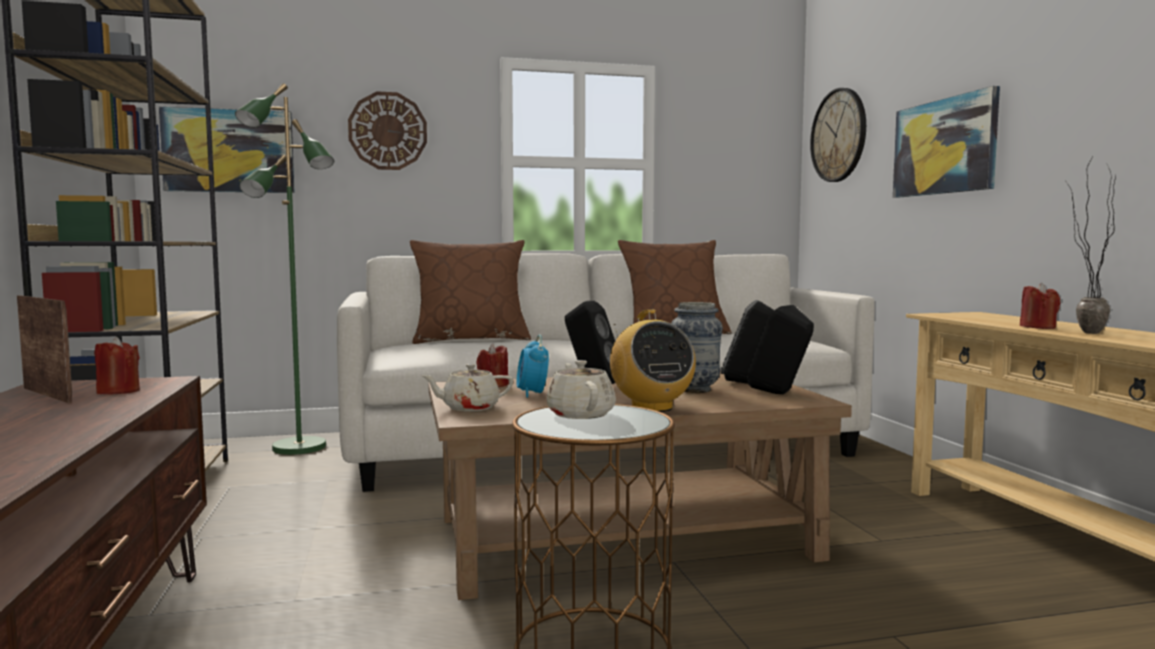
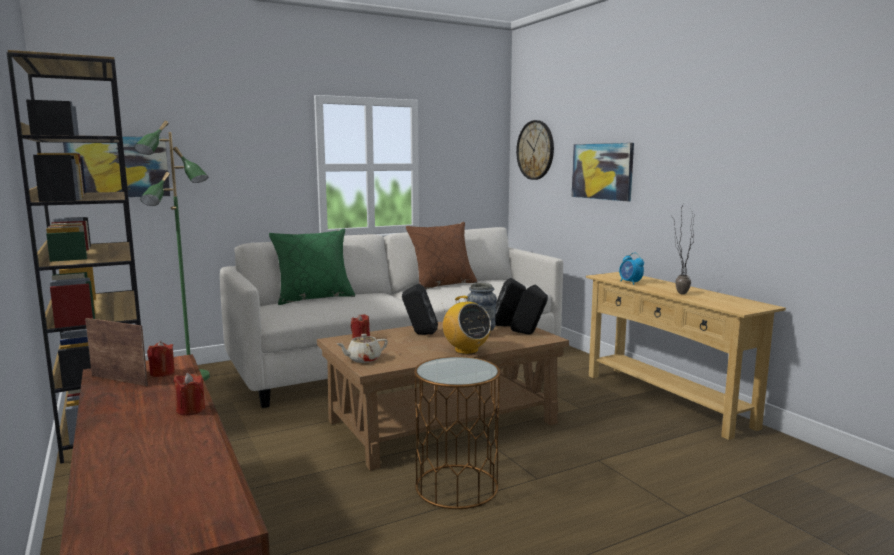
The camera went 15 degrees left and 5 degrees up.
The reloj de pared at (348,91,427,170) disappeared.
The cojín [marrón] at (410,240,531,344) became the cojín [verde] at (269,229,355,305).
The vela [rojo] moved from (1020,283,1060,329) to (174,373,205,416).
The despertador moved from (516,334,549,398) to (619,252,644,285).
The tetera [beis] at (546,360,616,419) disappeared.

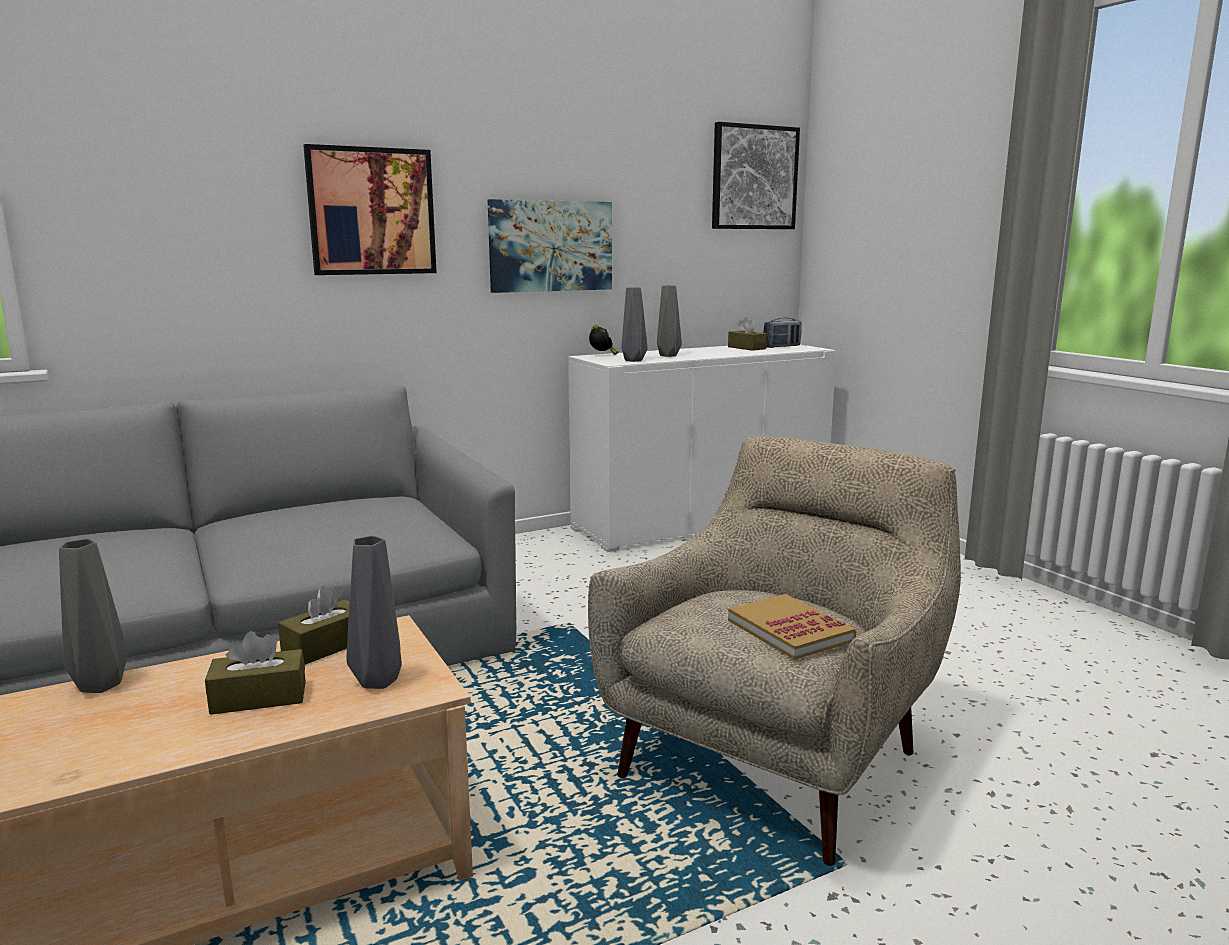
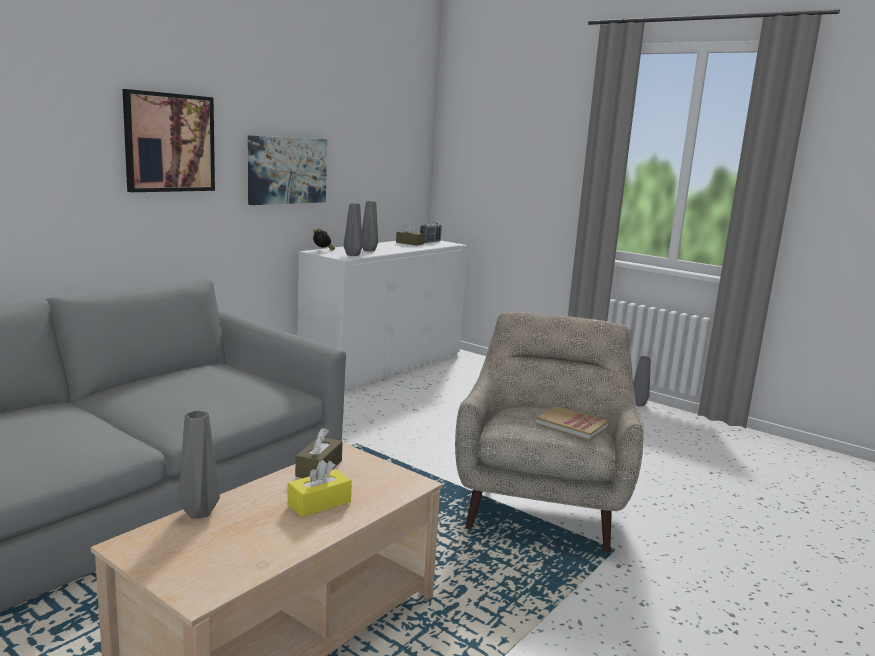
The camera went 25 degrees left and 0 degrees up.
The cuadro at (712,122,800,229) disappeared.
The florero [gris] moved from (346,536,402,689) to (633,356,651,406).
The caja de pañuelos [marrón] at (205,631,306,715) became the caja de pañuelos [amarillo] at (287,460,352,517).

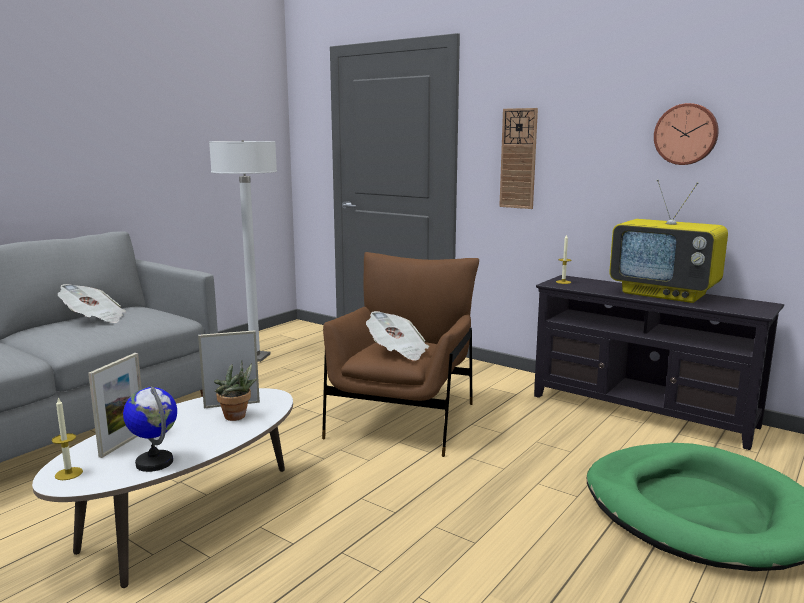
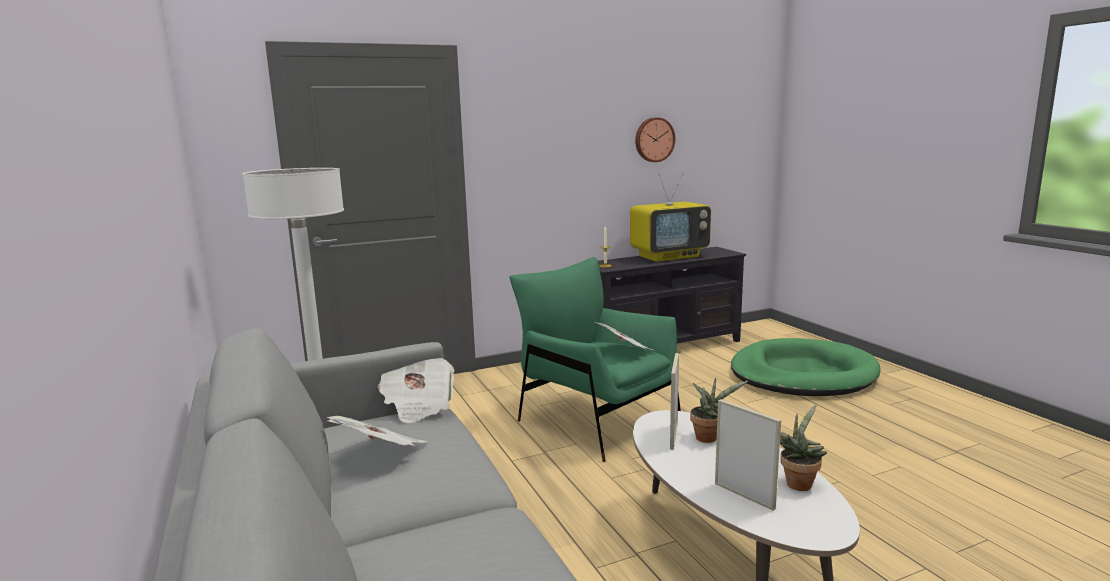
The camera went 60 degrees left and 0 degrees up.
The reloj de pared at (499,108,538,209) disappeared.
The sillón [marrón] at (322,252,479,457) became the sillón [verde] at (509,257,681,462).
The globo terráqueo at (123,386,177,472) was replaced by the planta en maceta at (780,404,827,491).
The vela at (52,397,83,480) disappeared.
The periódico at (378,358,454,423) appeared.

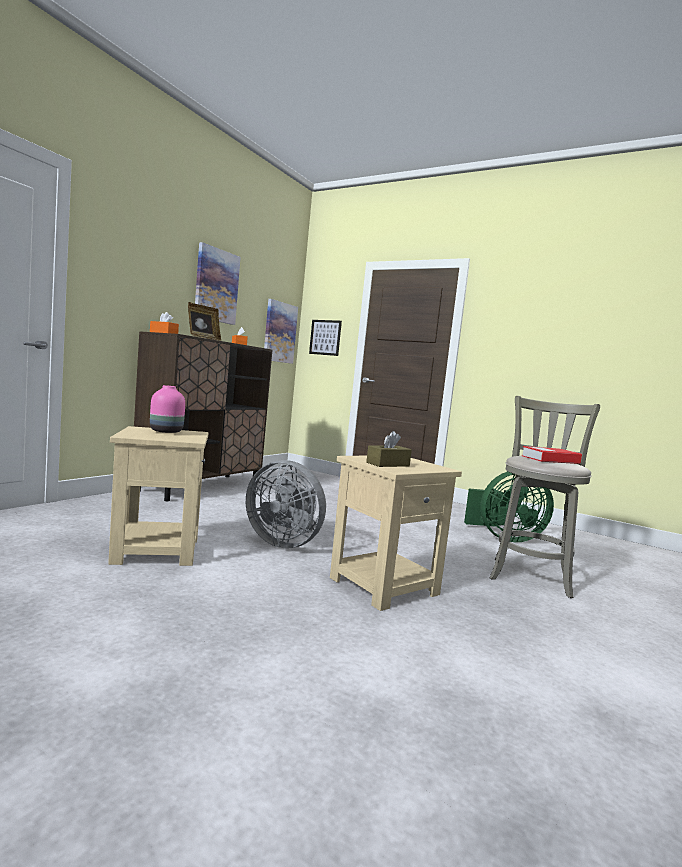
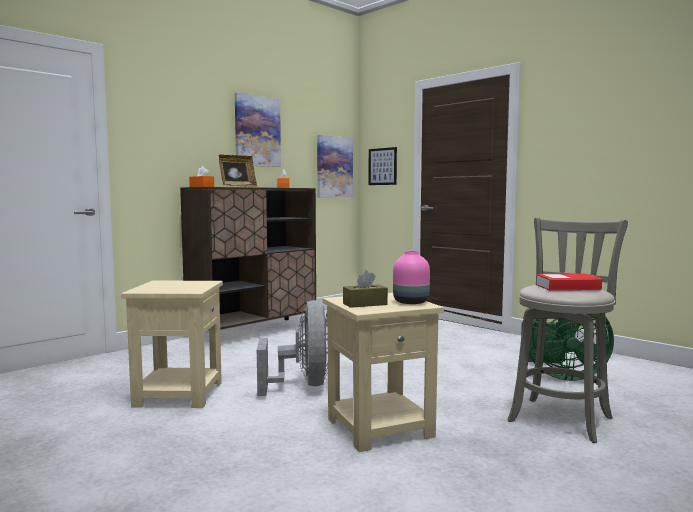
The camera went 15 degrees right and 0 degrees up.
The florero [rosa] moved from (150,385,185,433) to (393,251,430,304).
The ventilador [gris] at (246,460,326,548) turned 135 degrees counterclockwise.

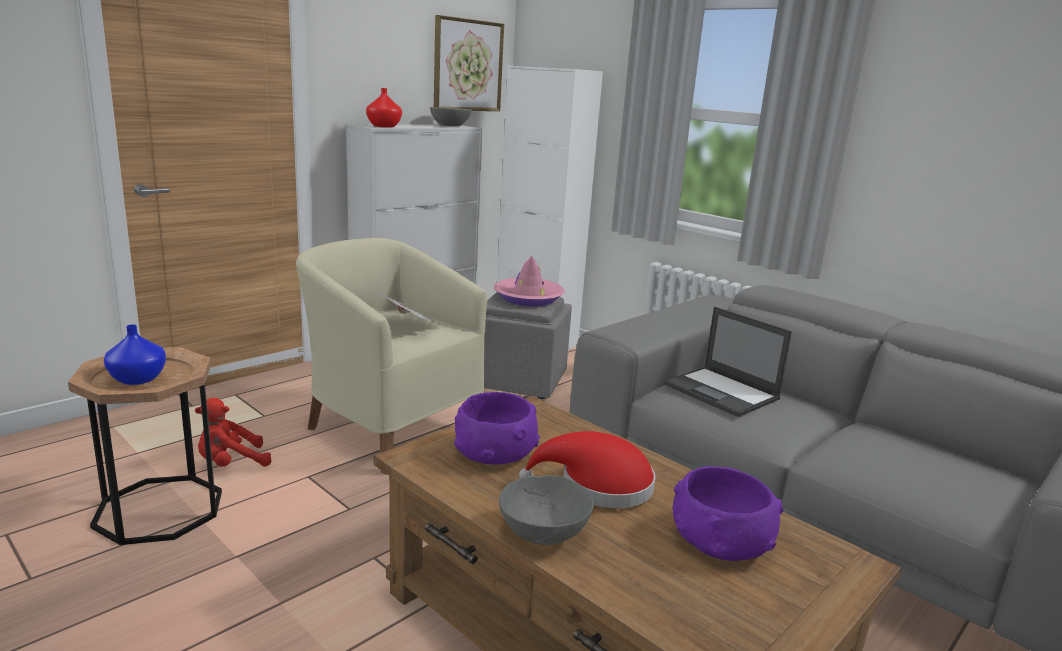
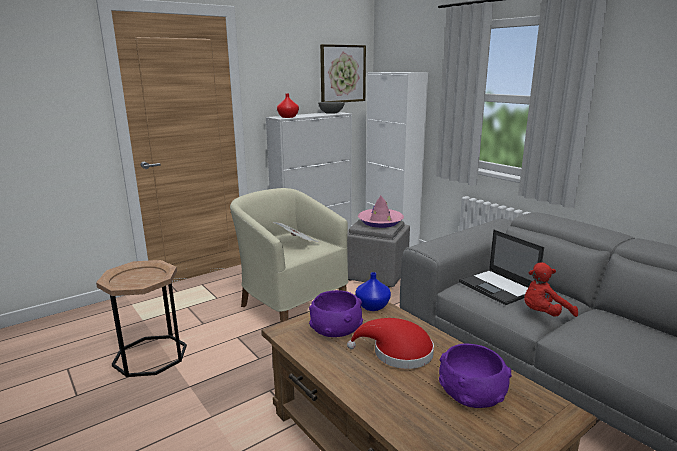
The camera went 10 degrees right and 0 degrees up.
The florero [azul] moved from (104,324,166,385) to (355,272,391,311).
The peluche [rojo] moved from (195,398,271,467) to (524,263,578,317).
The cuenco [gris] at (499,475,594,545) disappeared.

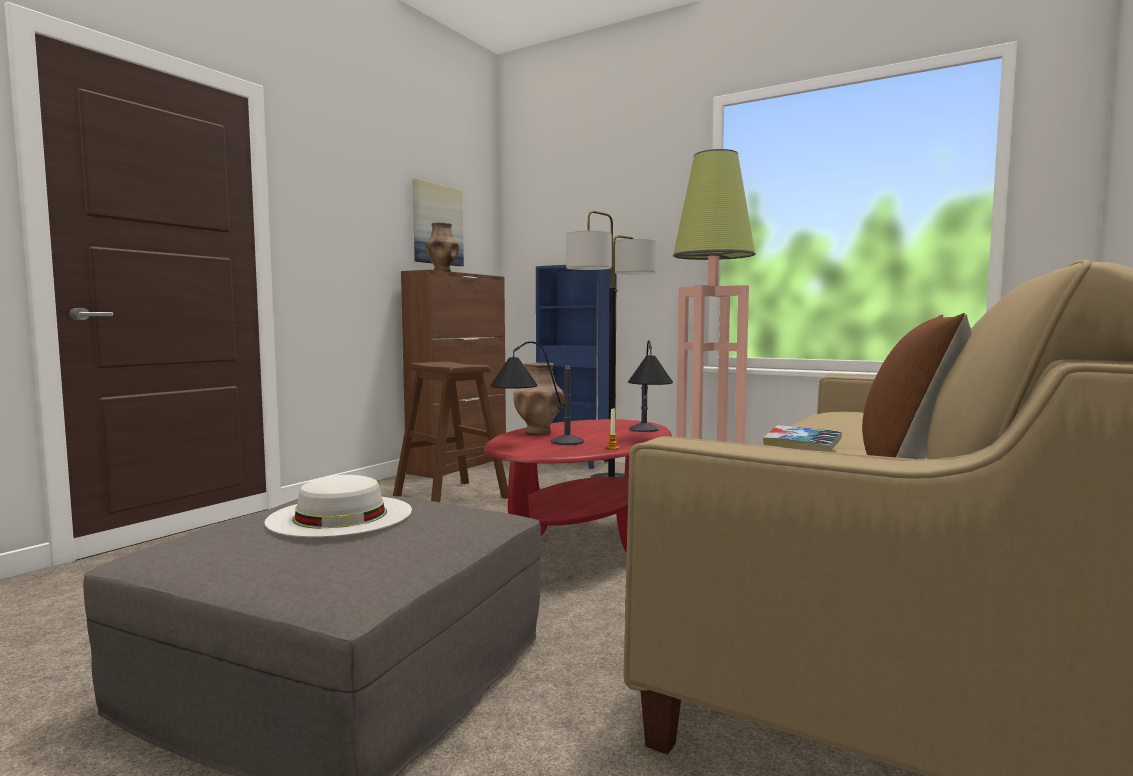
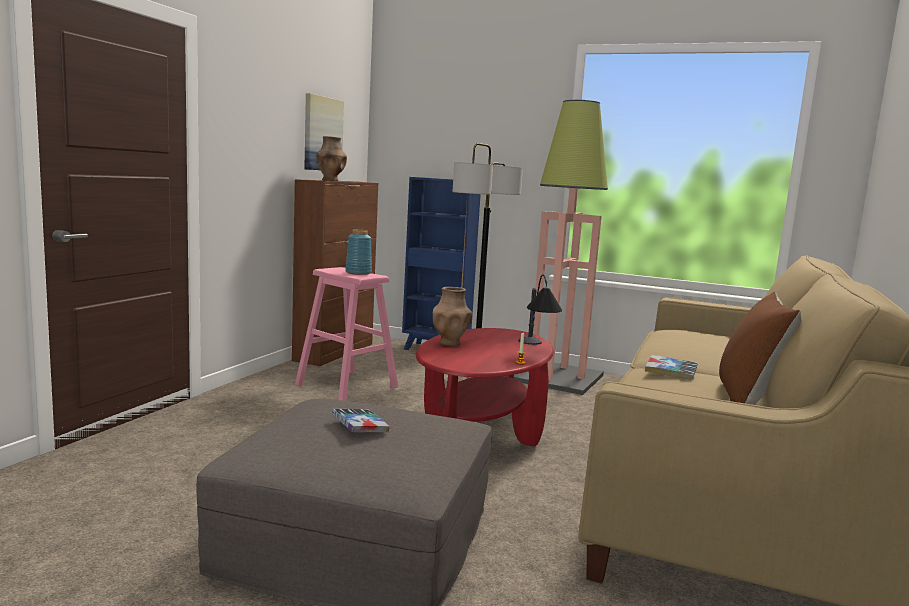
The camera went 10 degrees left and 5 degrees up.
The lámpara de mesa at (490,341,584,445) disappeared.
The taburete [marrón] at (393,362,508,502) became the taburete [rosa] at (295,267,398,401).
The sombrero [blanco] at (265,475,412,537) was replaced by the libro at (332,409,390,433).
The florero [azul] at (345,230,372,275) appeared.

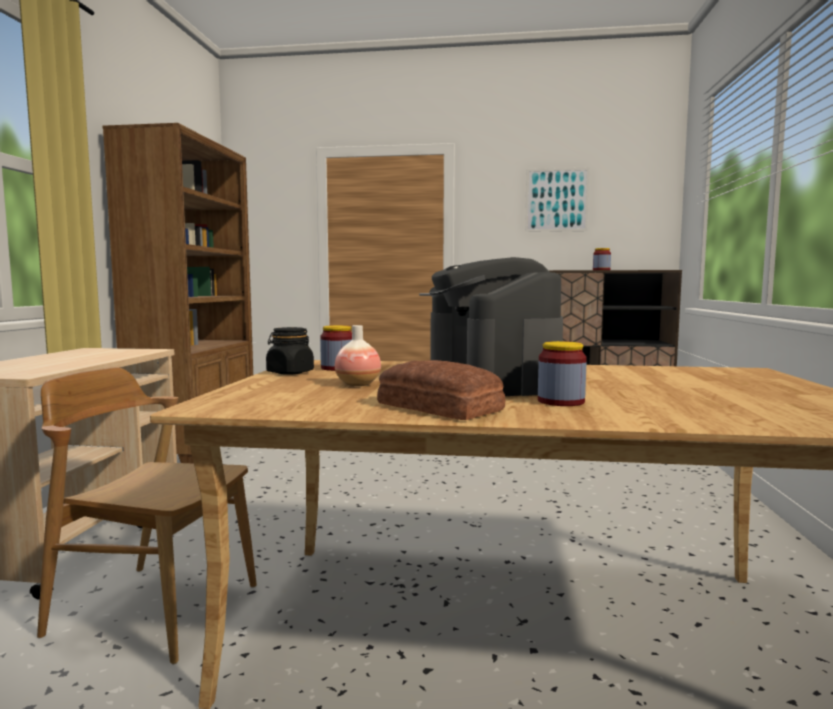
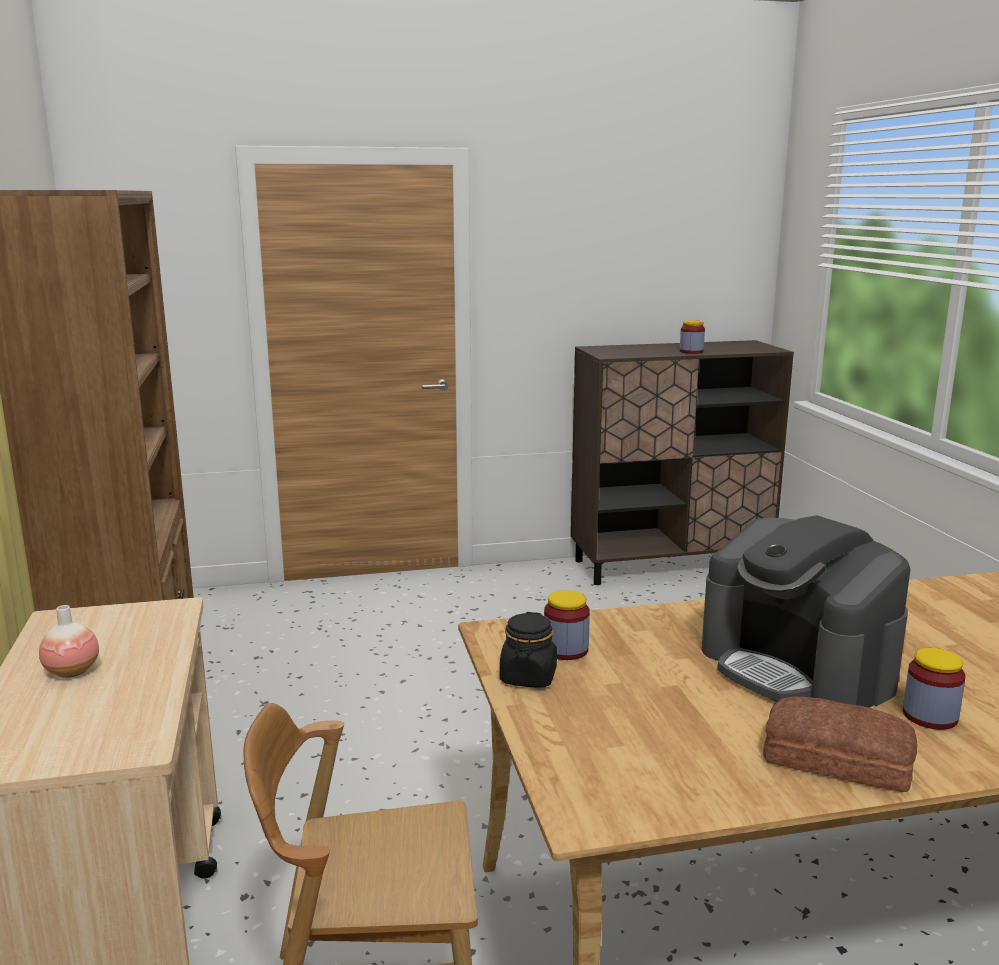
The camera went 20 degrees left and 10 degrees up.
The cuadro at (525,167,590,232) disappeared.
The florero moved from (335,325,381,386) to (39,605,99,678).

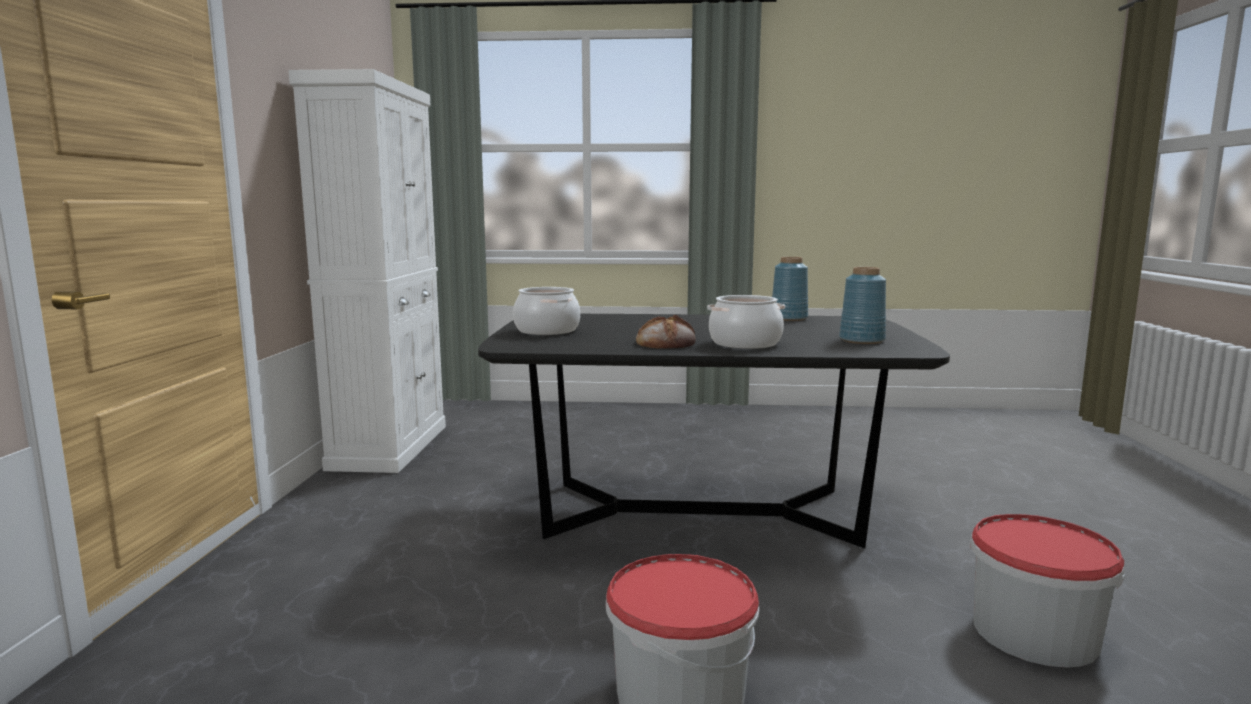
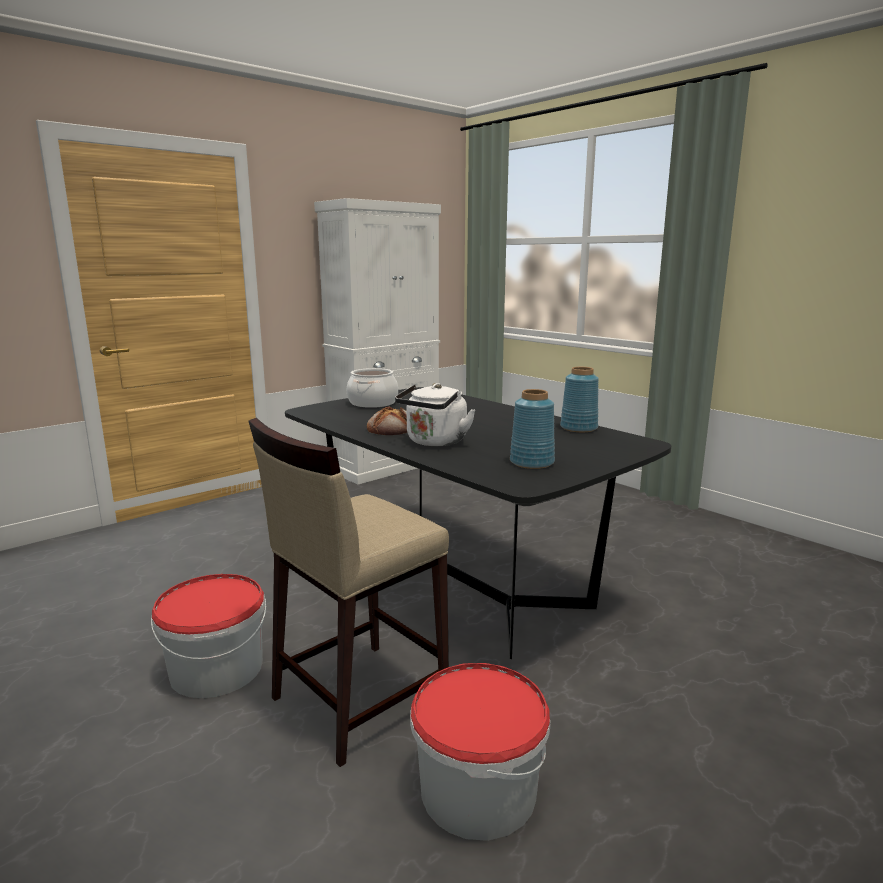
The camera went 45 degrees right and 5 degrees up.
The olla at (707,295,785,349) was replaced by the hervidor [blanco] at (395,383,475,446).
The taburete [beis] at (249,418,449,767) appeared.

